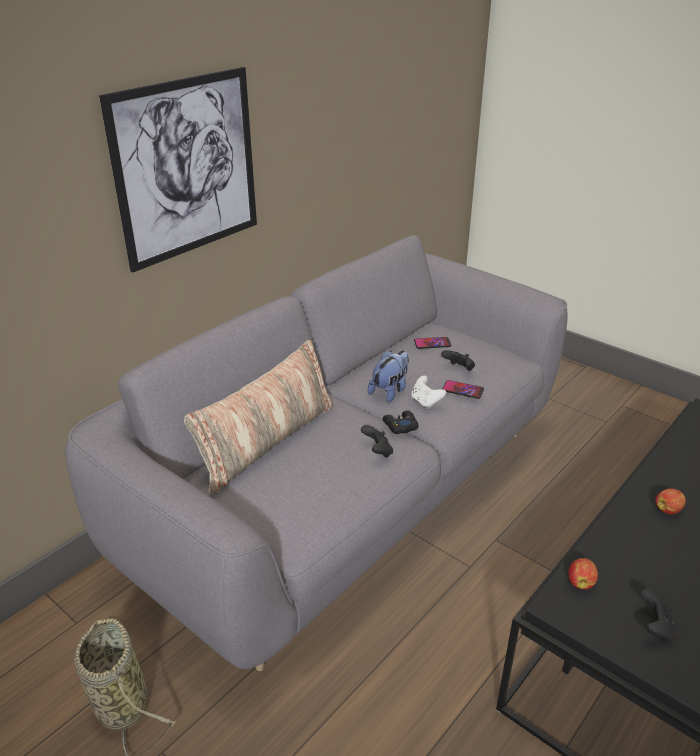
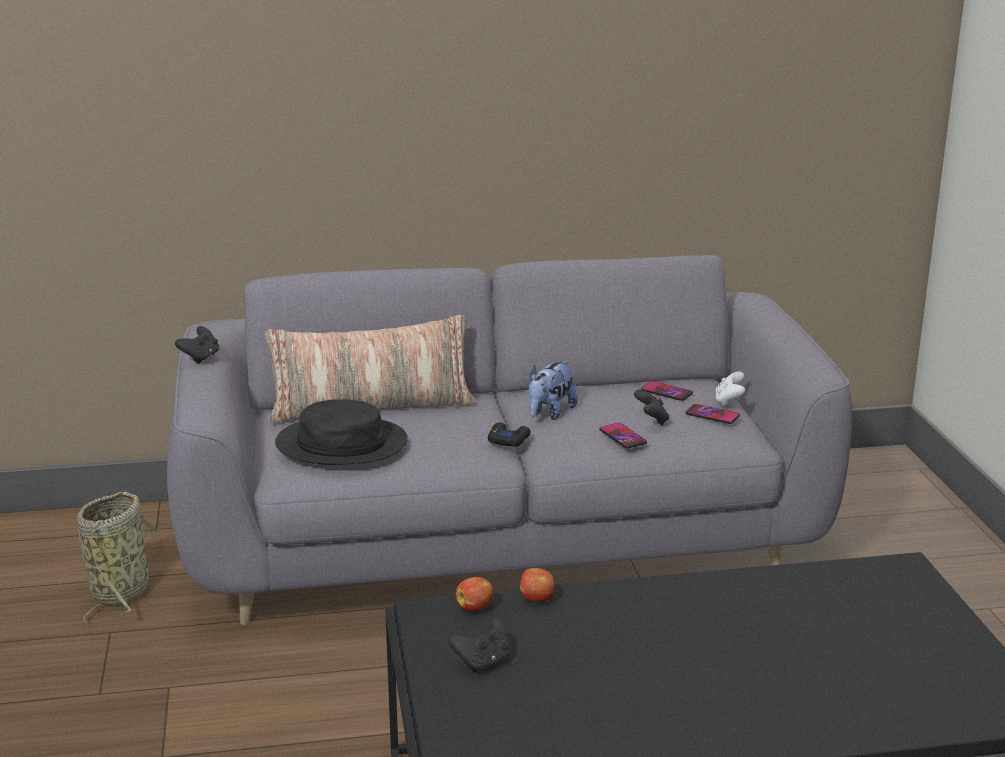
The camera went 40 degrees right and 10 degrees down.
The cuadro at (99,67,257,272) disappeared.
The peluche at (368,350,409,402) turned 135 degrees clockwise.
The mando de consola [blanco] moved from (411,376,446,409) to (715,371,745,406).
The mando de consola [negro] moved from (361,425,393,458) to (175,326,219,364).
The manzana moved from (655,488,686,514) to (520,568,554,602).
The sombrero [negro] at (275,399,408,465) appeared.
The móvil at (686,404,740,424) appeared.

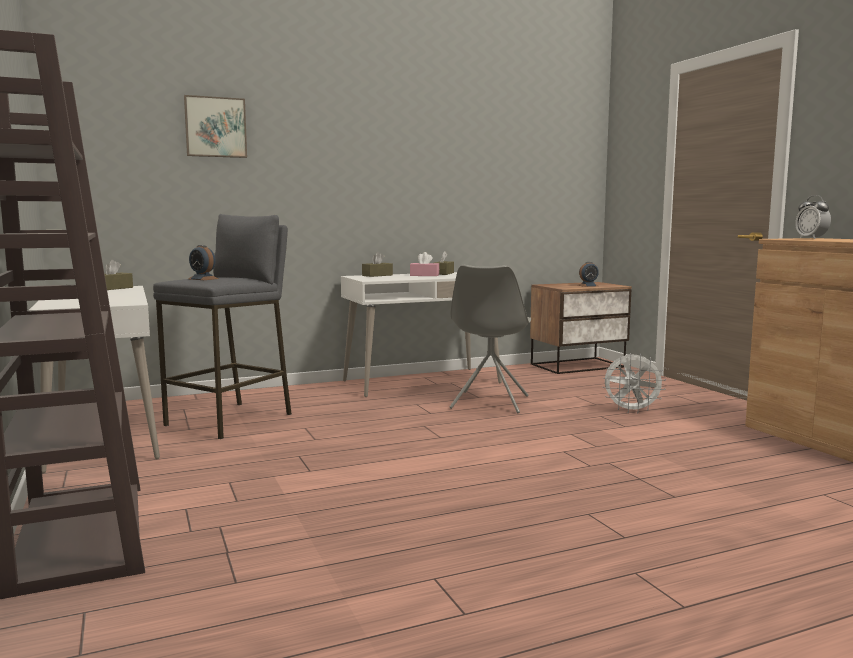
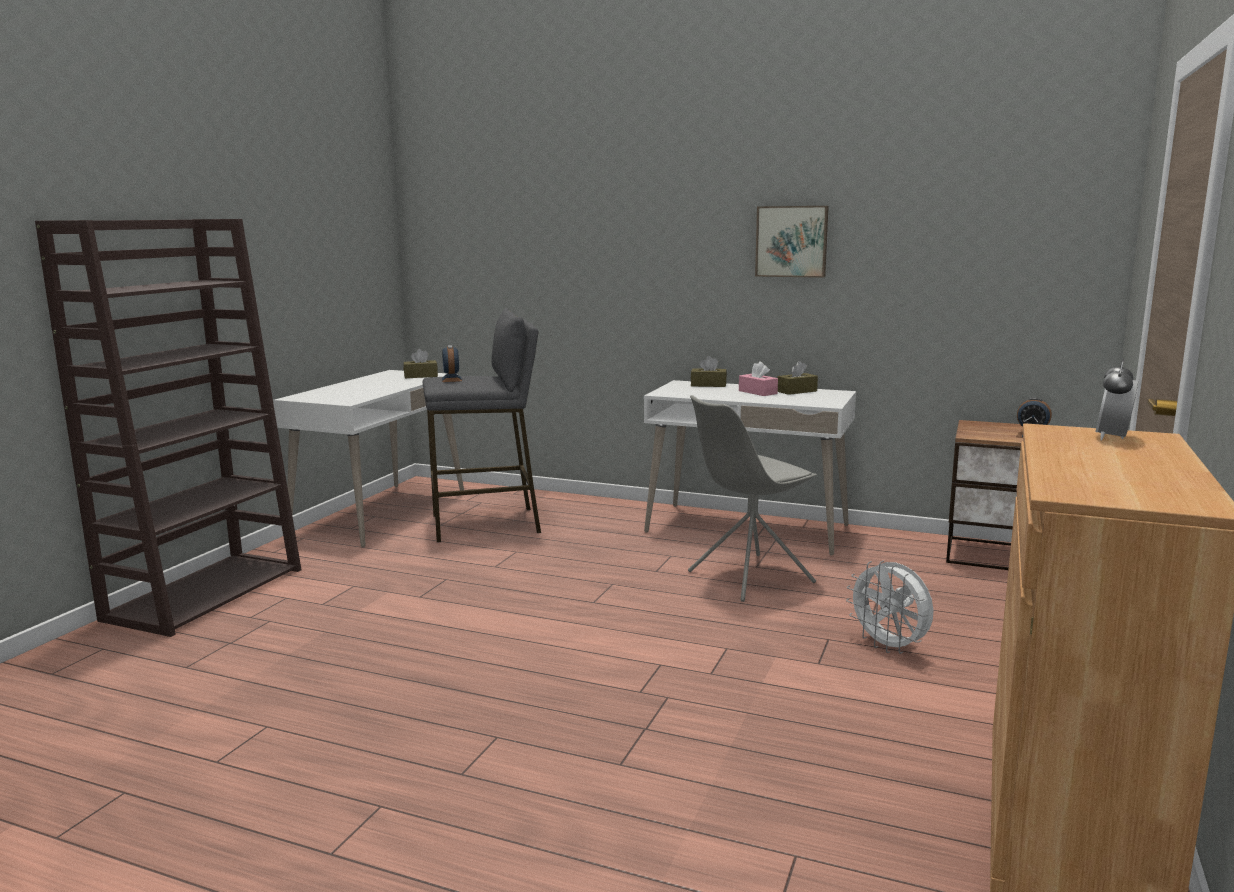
The camera went 45 degrees right and 5 degrees up.
The cuadro moved from (184,95,247,158) to (755,206,829,278).

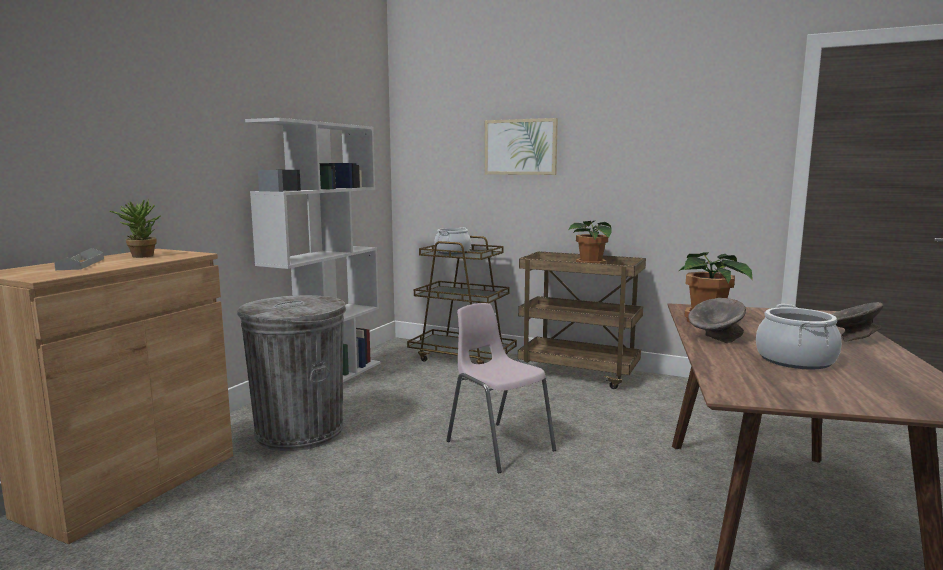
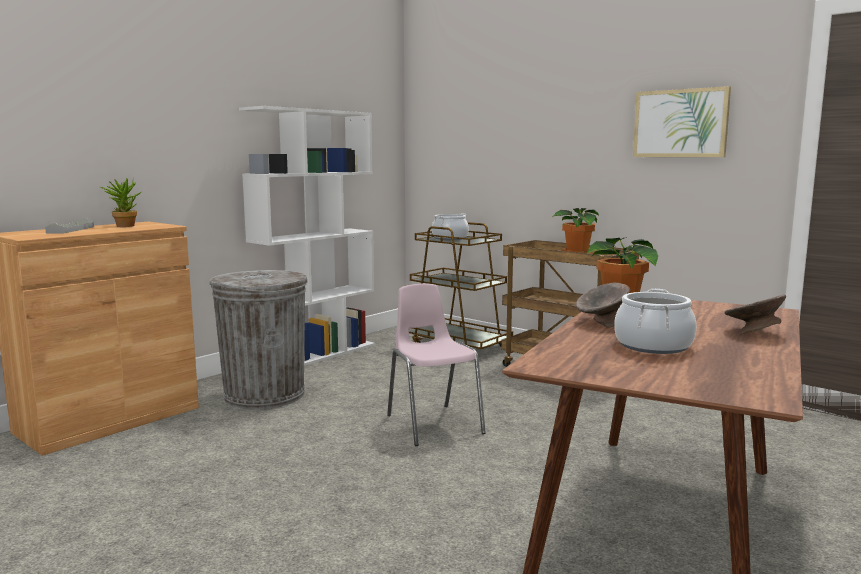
The camera went 15 degrees right and 0 degrees up.
The cuadro moved from (485,118,558,175) to (633,86,731,157).

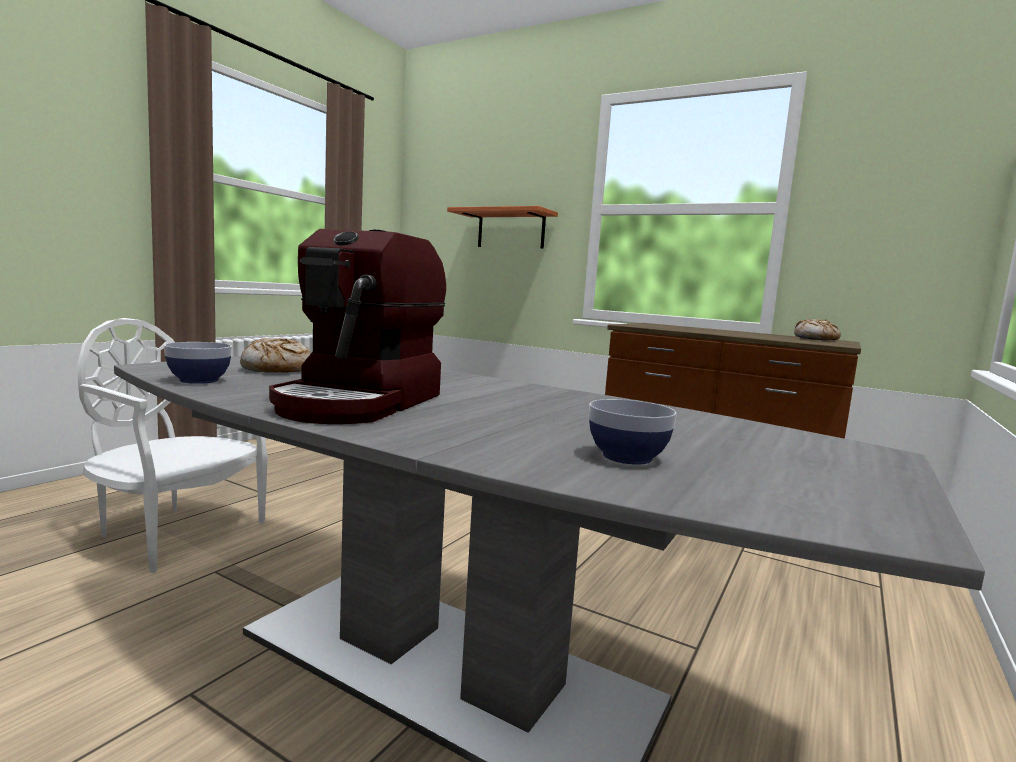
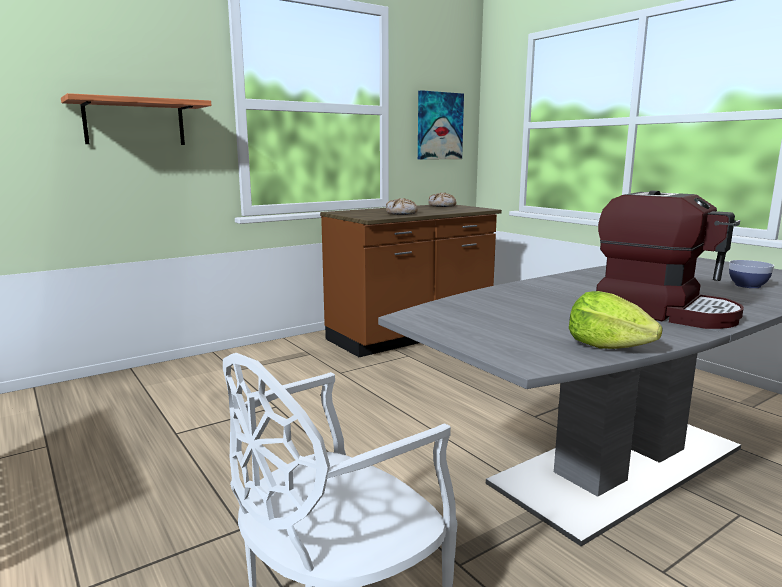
The camera went 65 degrees left and 5 degrees up.
The pan moved from (240,338,311,373) to (386,198,418,215).
The cuenco at (164,342,232,384) was replaced by the lechuga at (569,291,663,349).
The cuadro at (418,90,464,160) appeared.

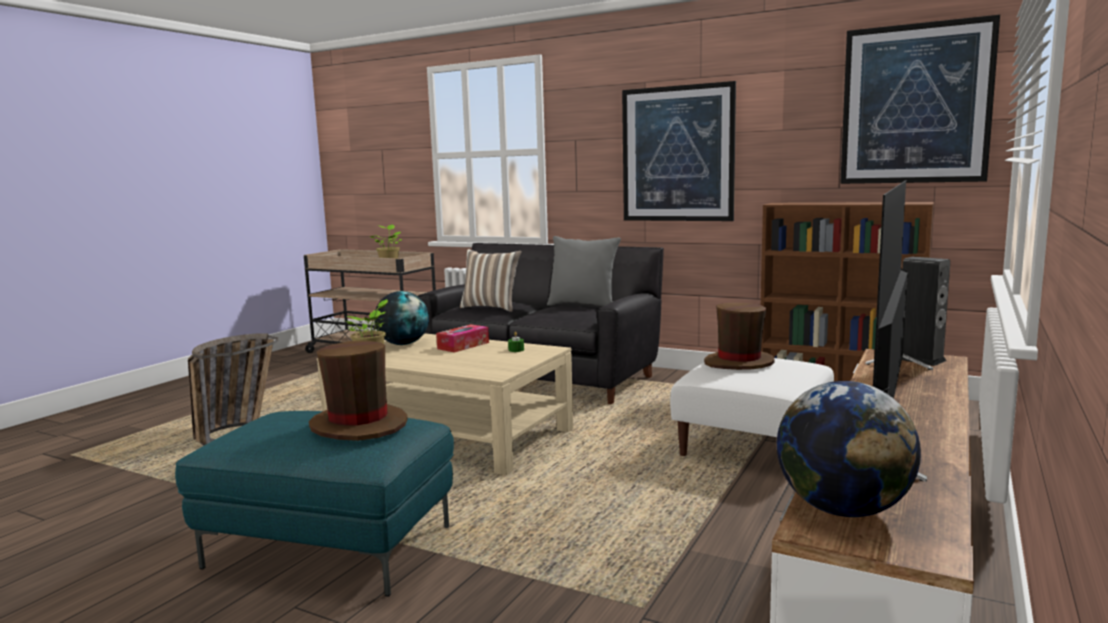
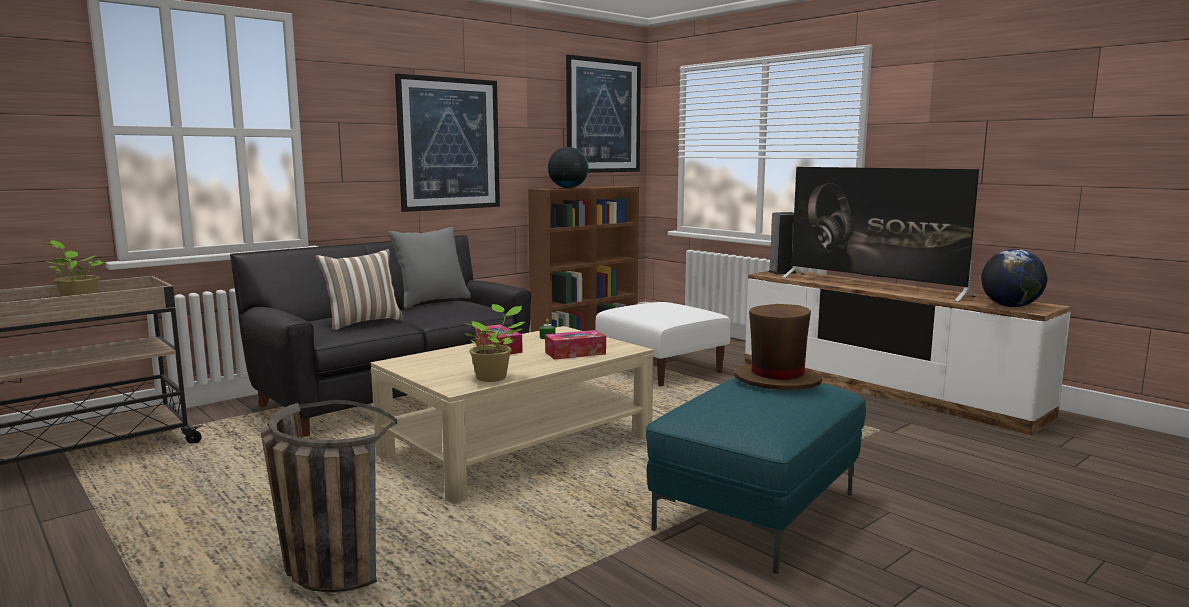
The camera went 70 degrees left and 0 degrees up.
The globo terráqueo moved from (374,291,429,345) to (548,147,589,188).
The sombrero [marrón] at (704,303,774,370) disappeared.
The caja de pañuelos at (545,330,606,360) appeared.

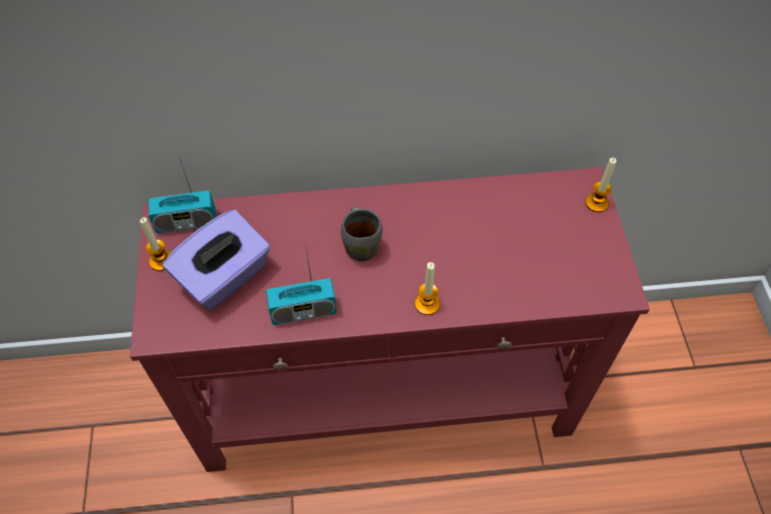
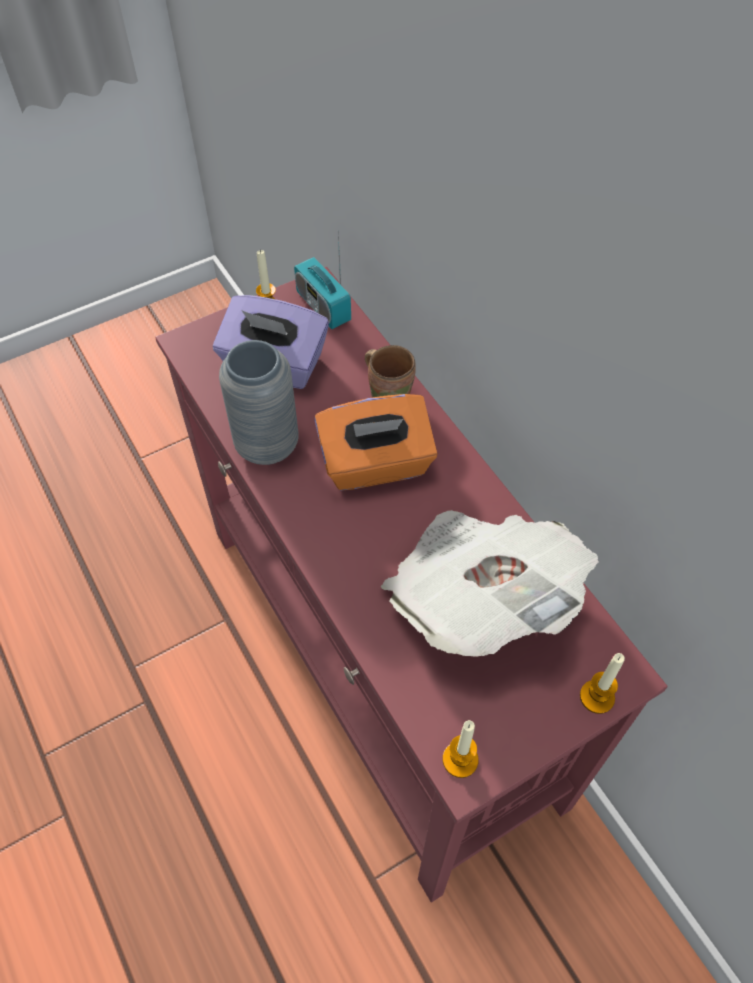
The camera went 65 degrees right and 0 degrees up.
The taza grande [gris] at (341,206,382,261) was replaced by the caja de pañuelos [naranja] at (314,394,438,491).
The radio at (266,244,337,325) was replaced by the florero [gris] at (219,340,299,465).
The vela moved from (415,262,440,315) to (442,720,479,778).
The taza grande [marrón] at (365,345,416,398) appeared.
The periódico at (381,510,599,657) appeared.

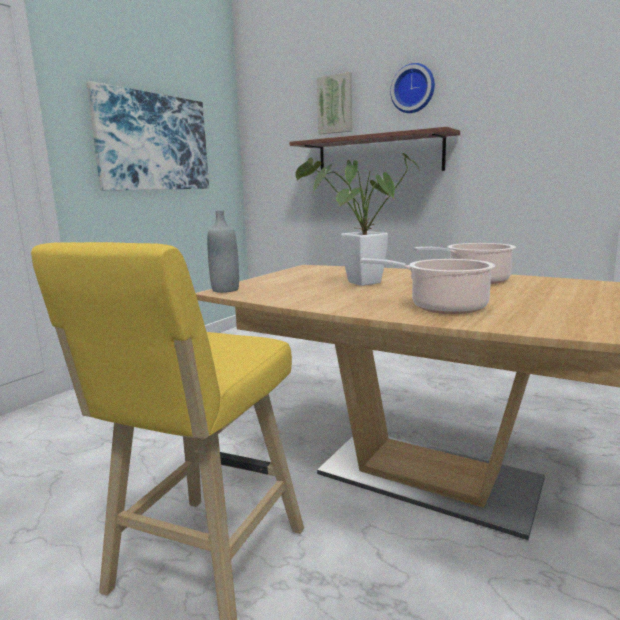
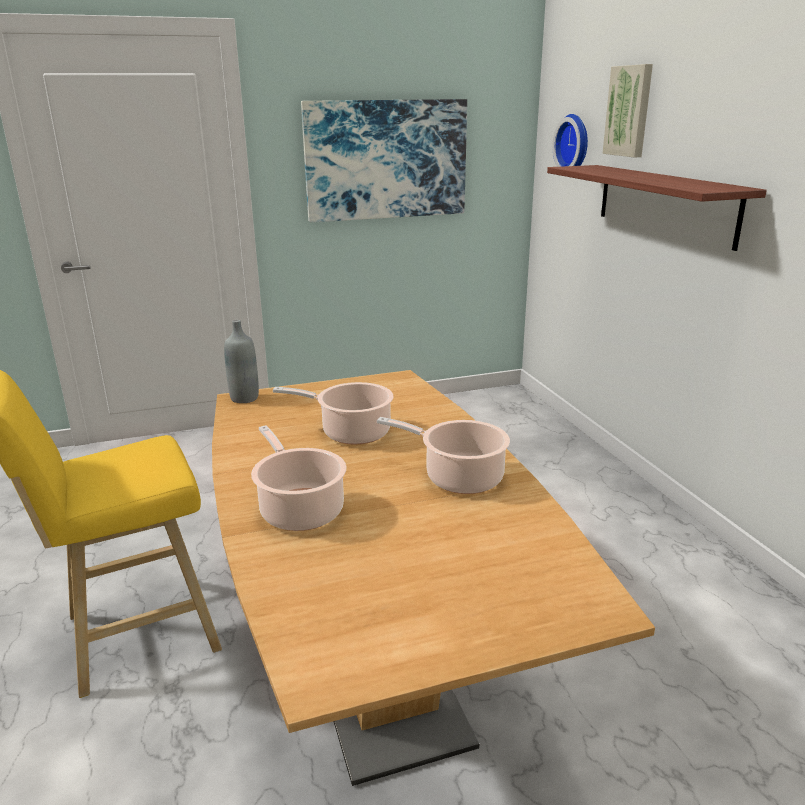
The camera went 40 degrees right and 10 degrees up.
The reloj de pared moved from (390,63,435,113) to (553,114,588,167).
The planta en maceta at (295,153,420,286) was replaced by the olla at (273,382,394,444).

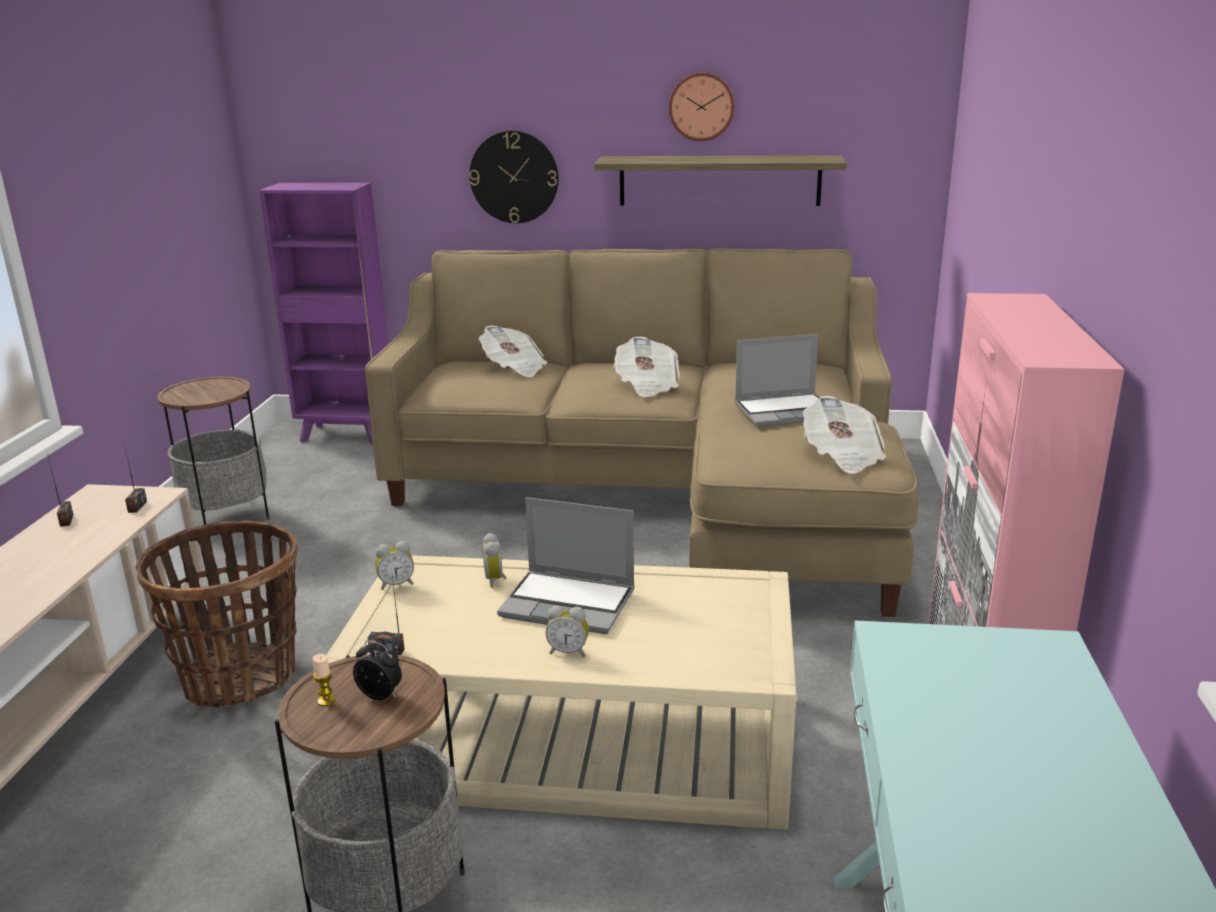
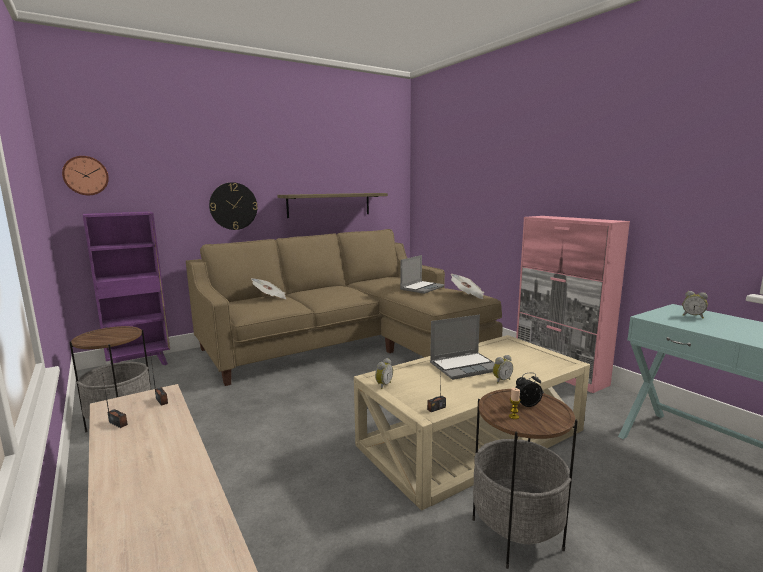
The camera went 40 degrees left and 10 degrees down.
The reloj de pared moved from (669,72,735,141) to (62,156,109,195).
The periódico at (613,337,680,397) disappeared.
The cesta at (135,521,297,709) disappeared.
The despertador moved from (482,533,507,588) to (683,291,708,319).

